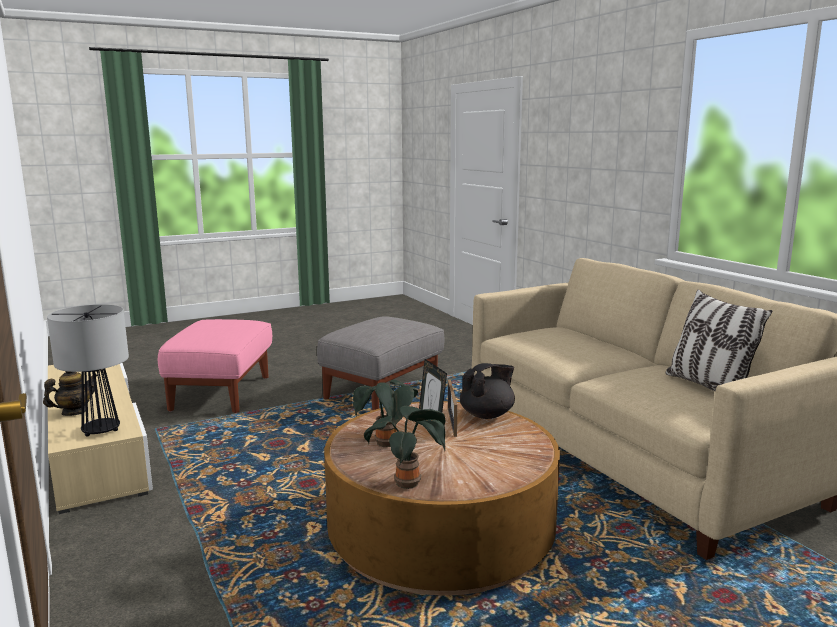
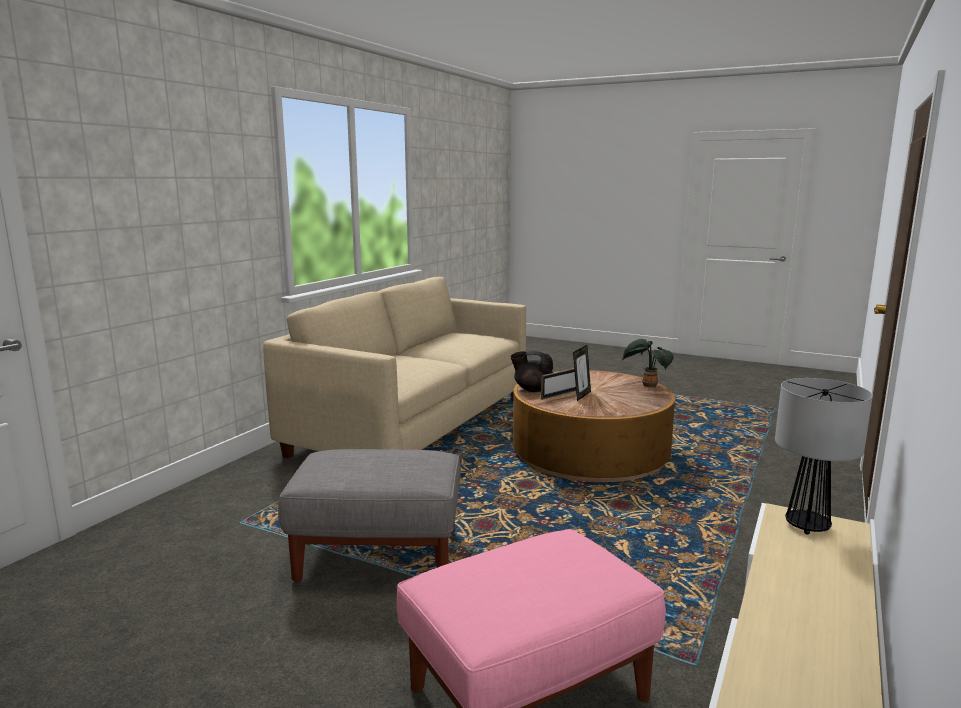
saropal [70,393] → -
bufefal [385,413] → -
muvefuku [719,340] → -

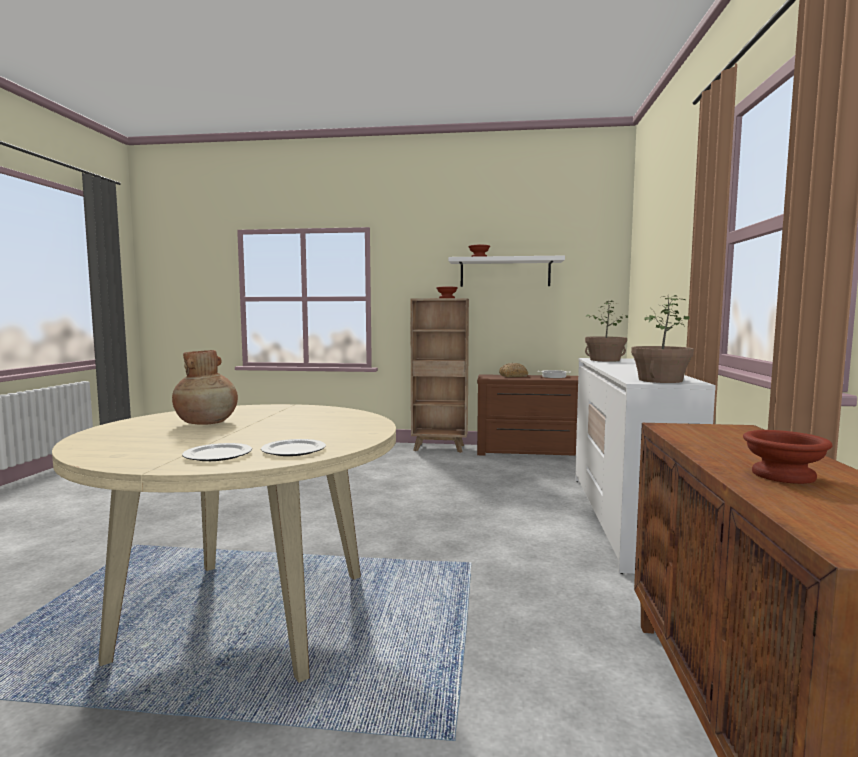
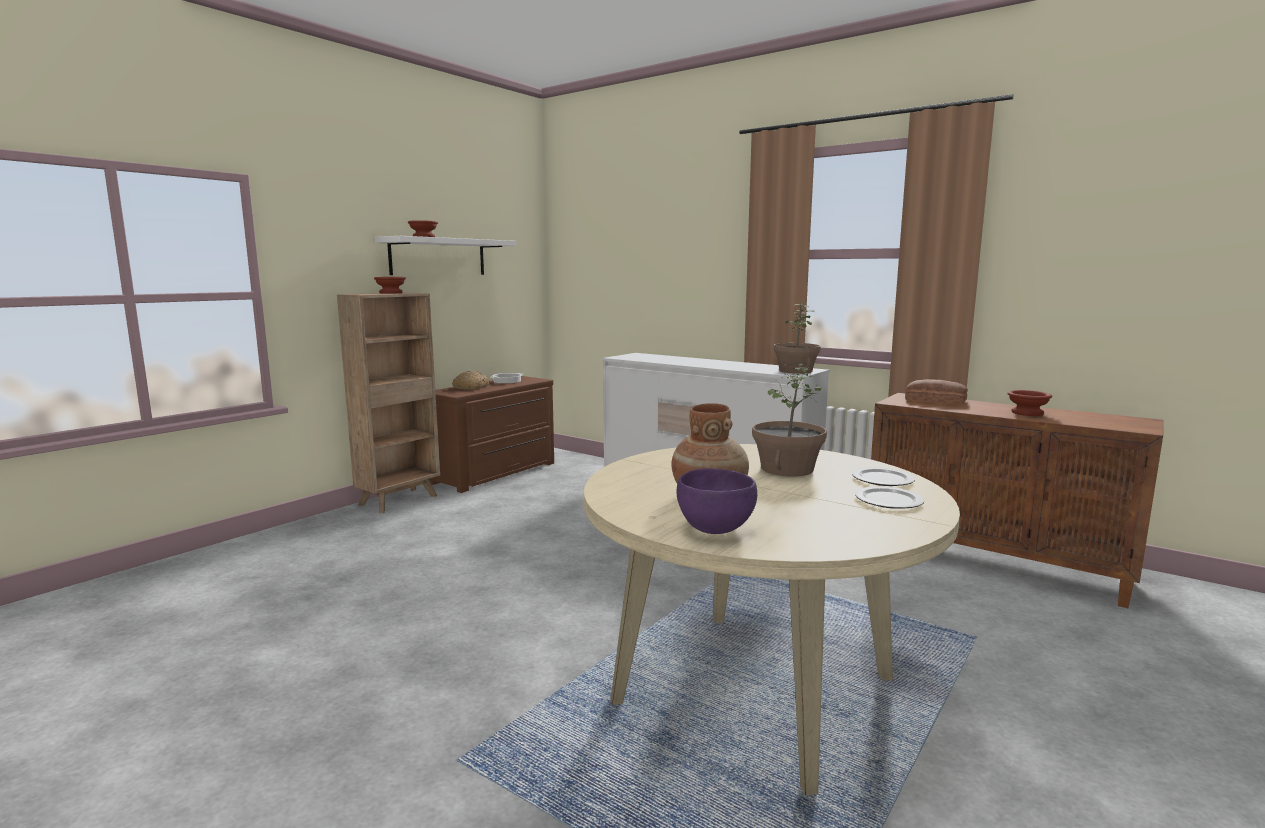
bufefal [606,331] → bufefal [789,419], moved
- → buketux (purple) [717,501]
- → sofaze [936,392]

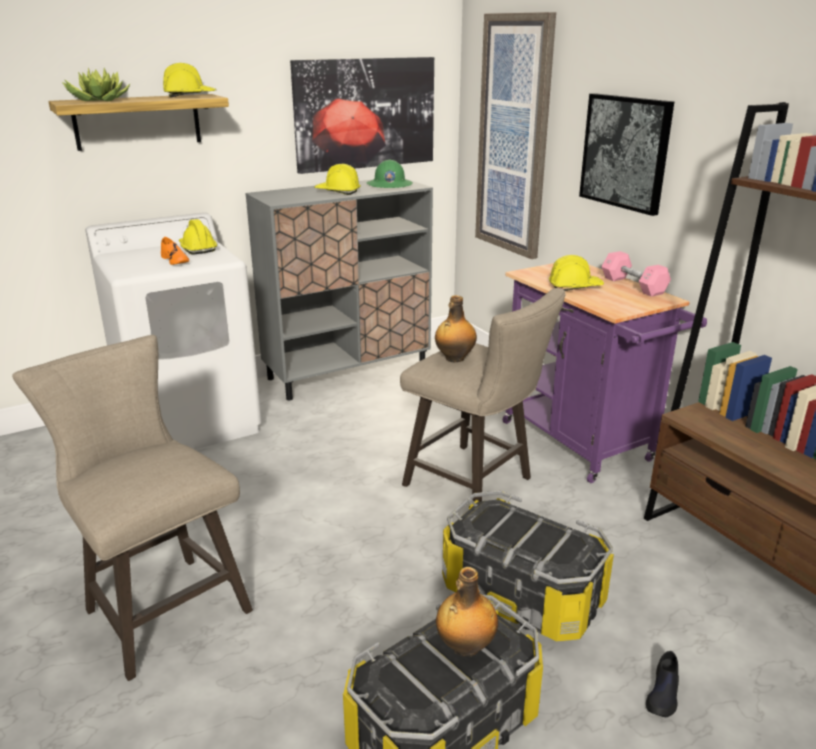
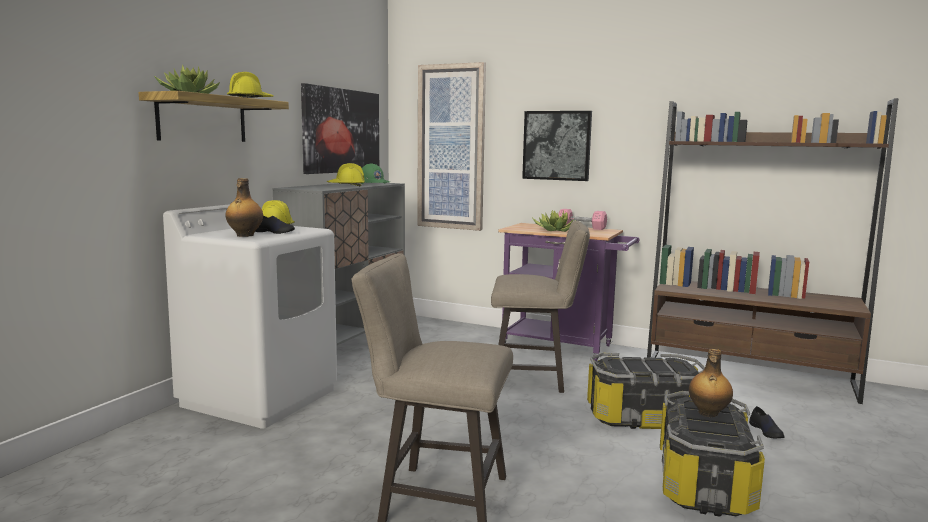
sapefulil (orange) [175,251] → sapefulil (black) [275,224]
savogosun [456,328] → savogosun [244,207], moved
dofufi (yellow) [576,273] → bufefal [554,221]

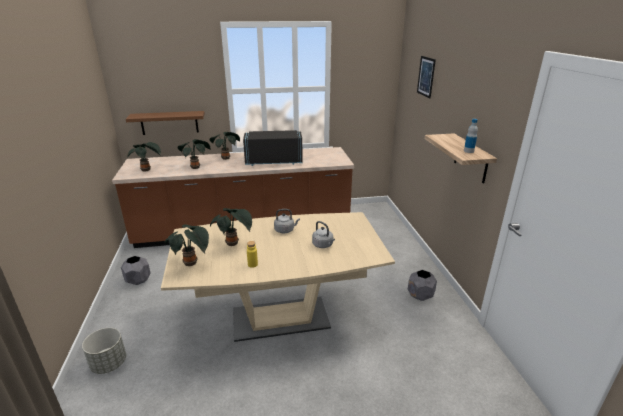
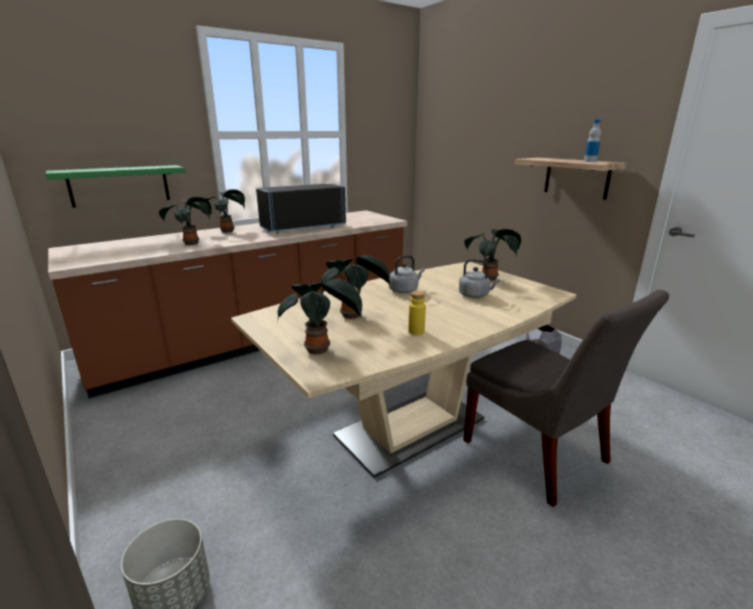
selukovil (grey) [136,270] → -
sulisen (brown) [165,123] → sulisen (green) [115,186]
bufefal [144,157] → bufefal [492,255], moved
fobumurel [426,77] → -
- → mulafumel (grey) [566,398]

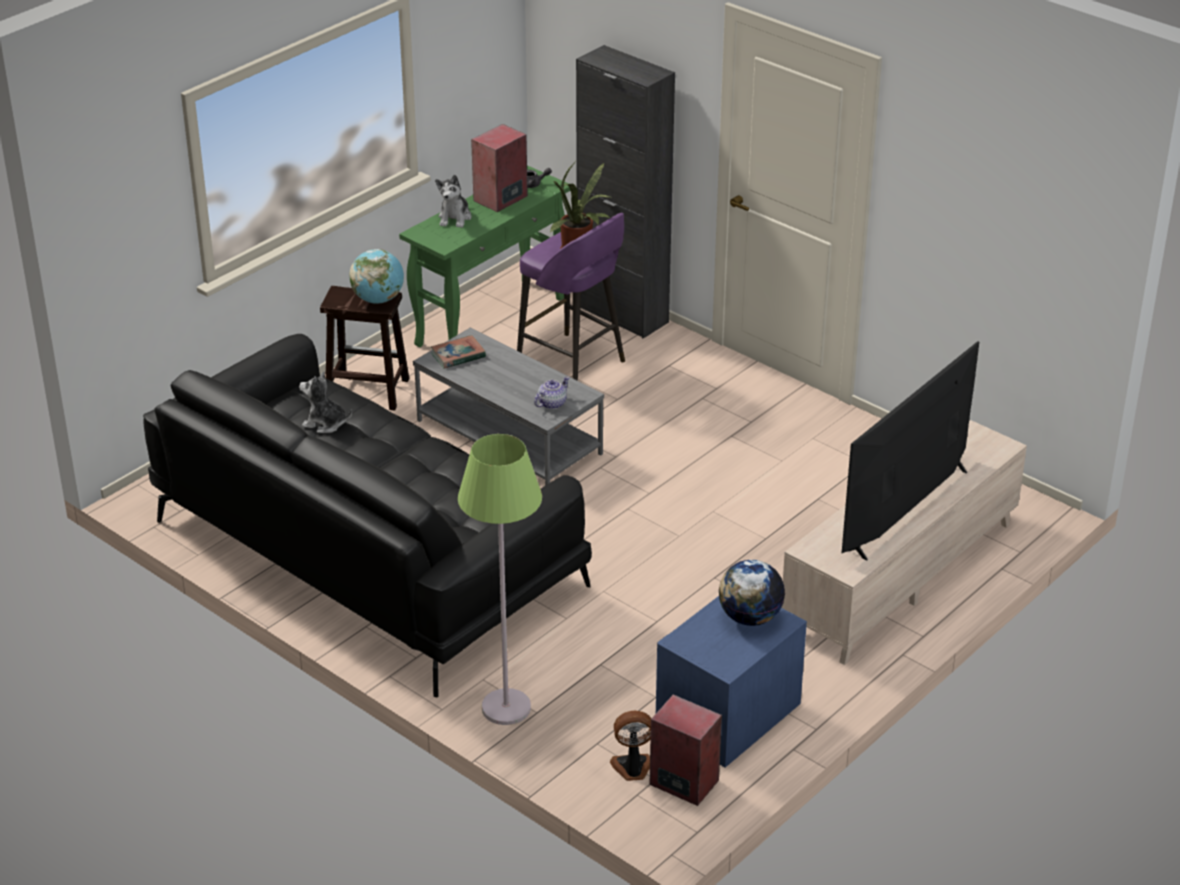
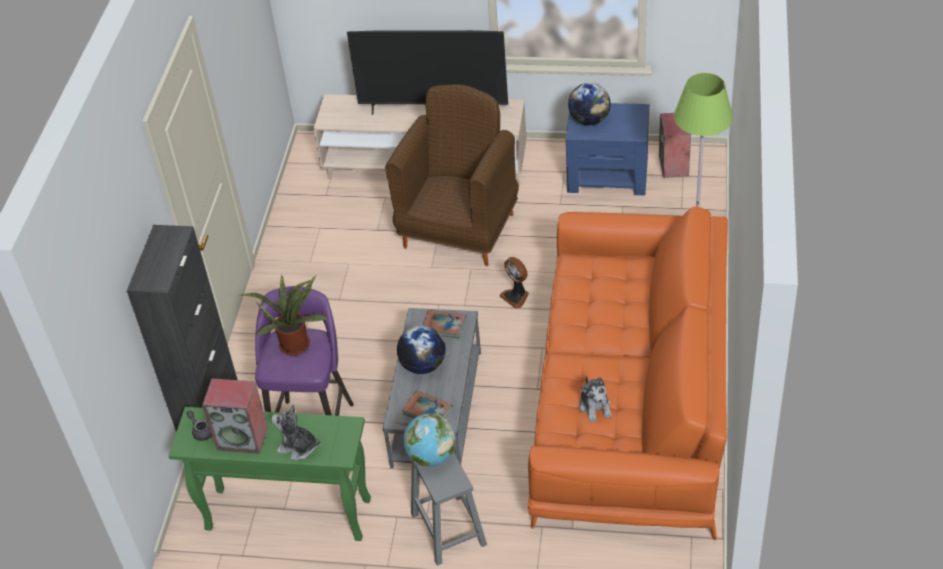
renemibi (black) [367,515] → renemibi (orange) [628,374]
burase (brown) [364,348] → burase (grey) [449,509]
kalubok [453,201] → kalubok [296,432], 135 degrees counterclockwise
saropal [552,392] → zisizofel [444,324]
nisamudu [630,746] → nisamudu [514,283], moved
- → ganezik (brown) [452,175]
- → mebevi [421,349]

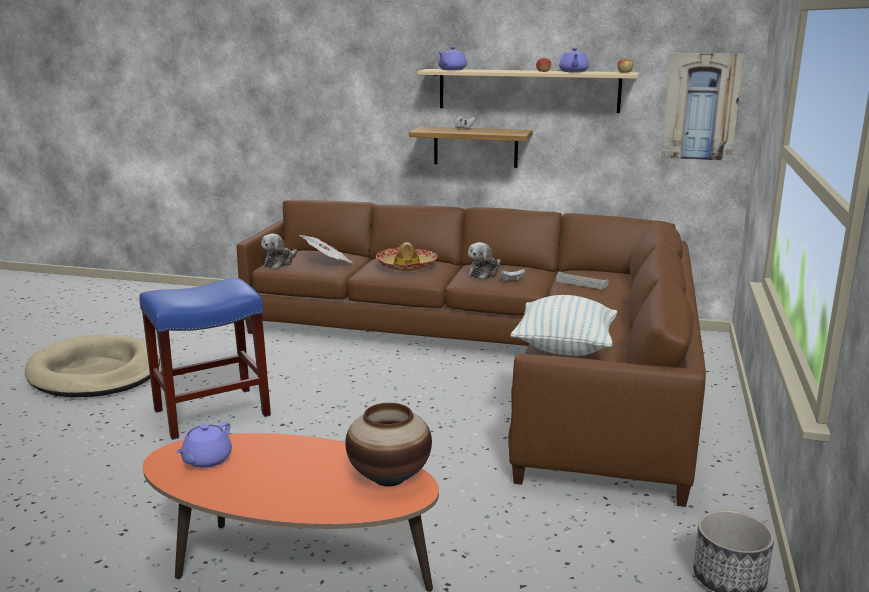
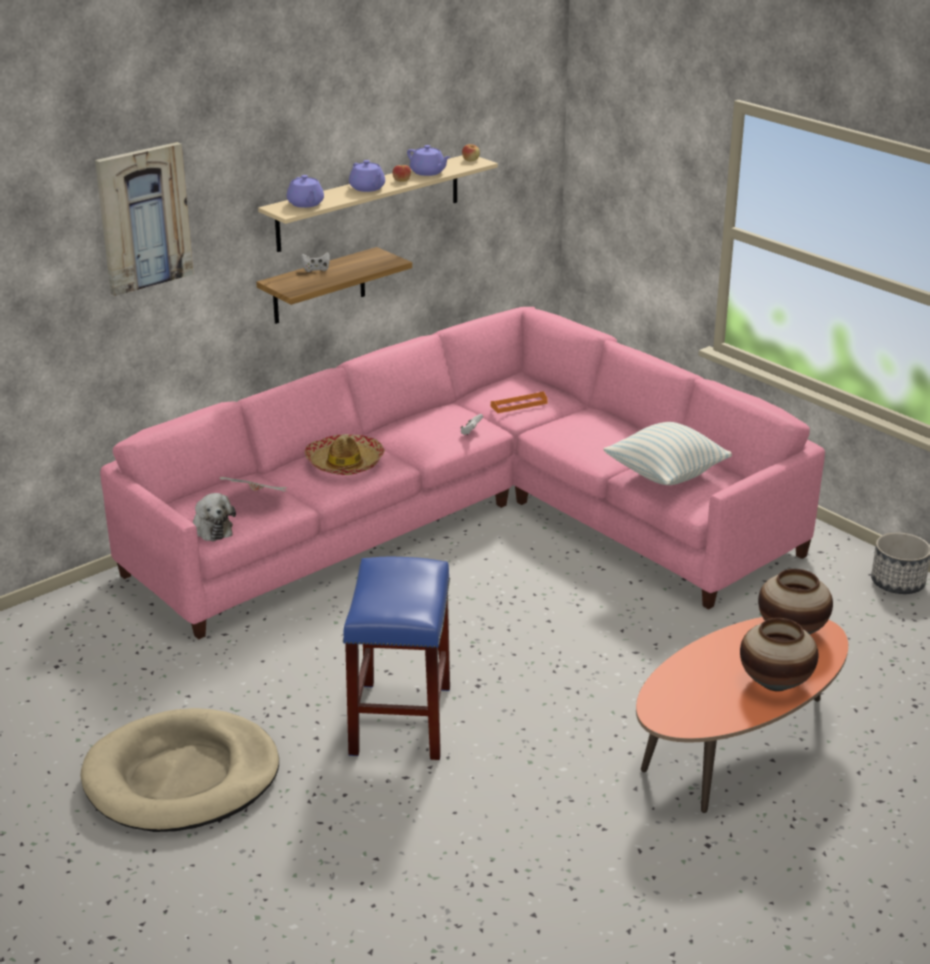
saropal (purple) [204,445] → saropal (purple) [367,176], moved
renemibi (brown) [471,353] → renemibi (pink) [462,473]
kalubok [484,260] → -
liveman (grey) [582,280] → liveman (orange) [519,402]
fobumurel [702,107] → fobumurel [144,219], moved
- → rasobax [779,655]

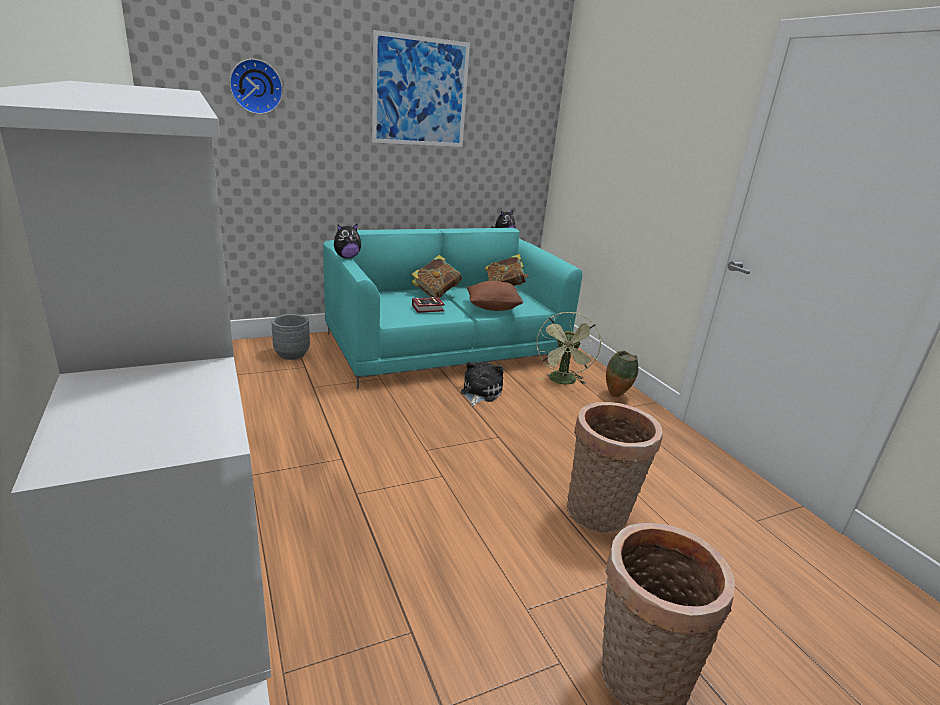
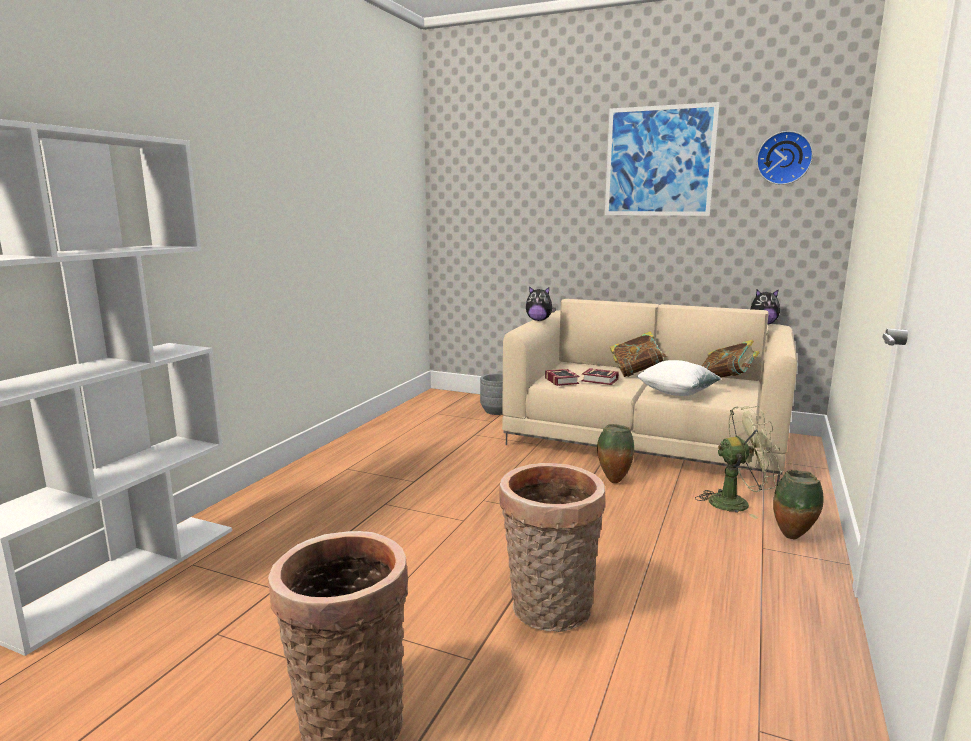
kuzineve [256,86] → kuzineve [784,158], moved
renemibi (turquoise) [452,308] → renemibi (beige) [649,393]
kalubok [482,384] → rasobax [615,453]
muvefuku (brown) [495,296] → muvefuku (white) [679,378]
nisamudu (green) [569,348] → nisamudu (green) [738,462], 150 degrees counterclockwise
- → zisizofel [562,377]

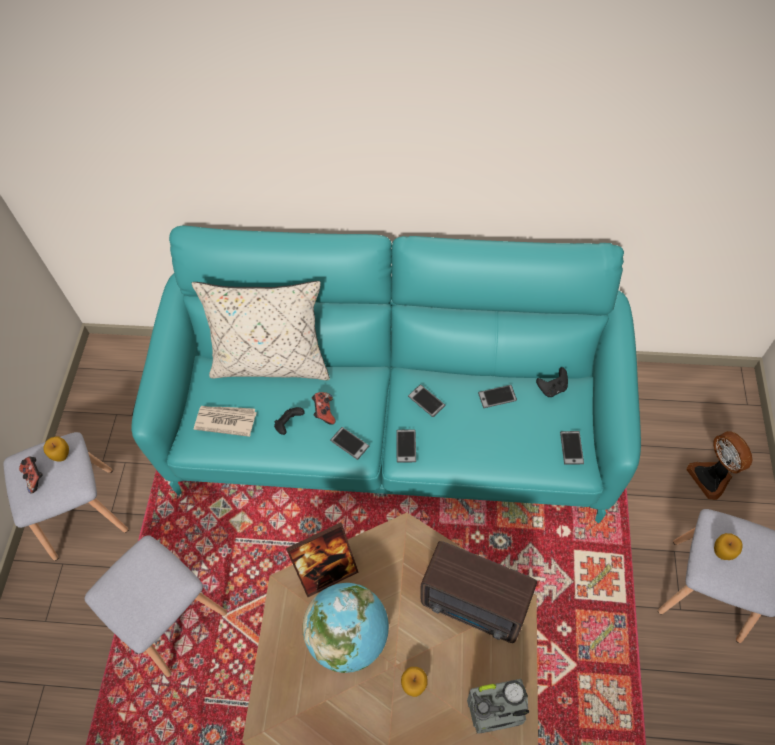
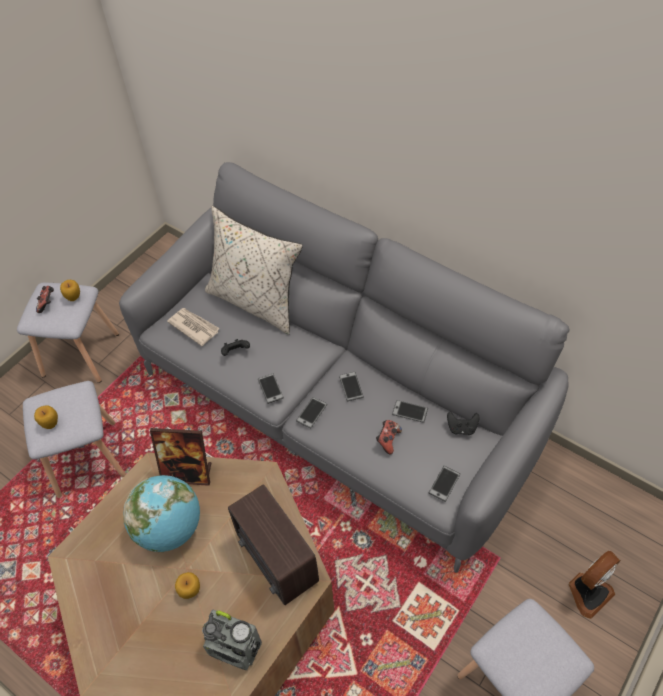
renemibi (turquoise) [386,375] → renemibi (grey) [344,367]
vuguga [324,408] → vuguga [389,437], moved
nisamudu [719,465] → nisamudu [594,585], 135 degrees counterclockwise
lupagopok [728,546] → lupagopok [46,417], moved

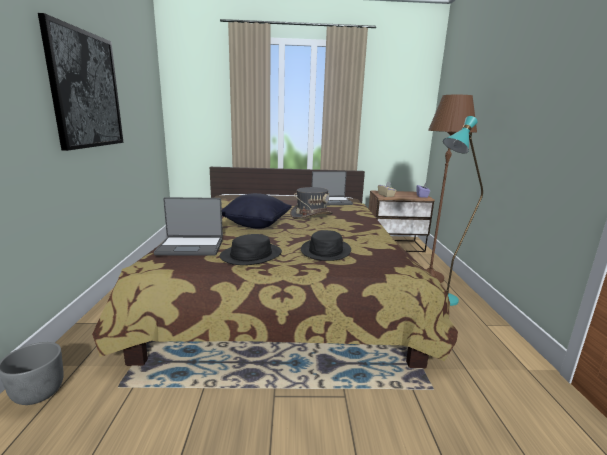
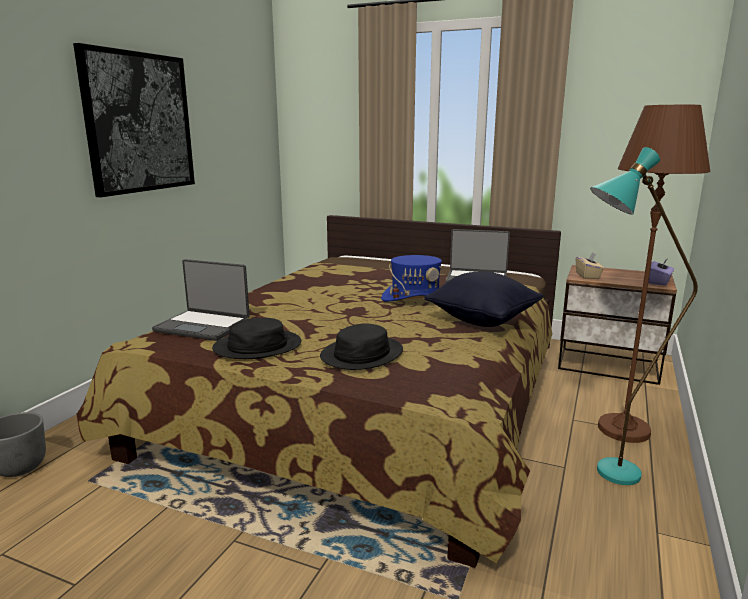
muvefuku (black) [257,211] → muvefuku (black) [483,299], moved
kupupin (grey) [311,202] → kupupin (blue) [412,278]

